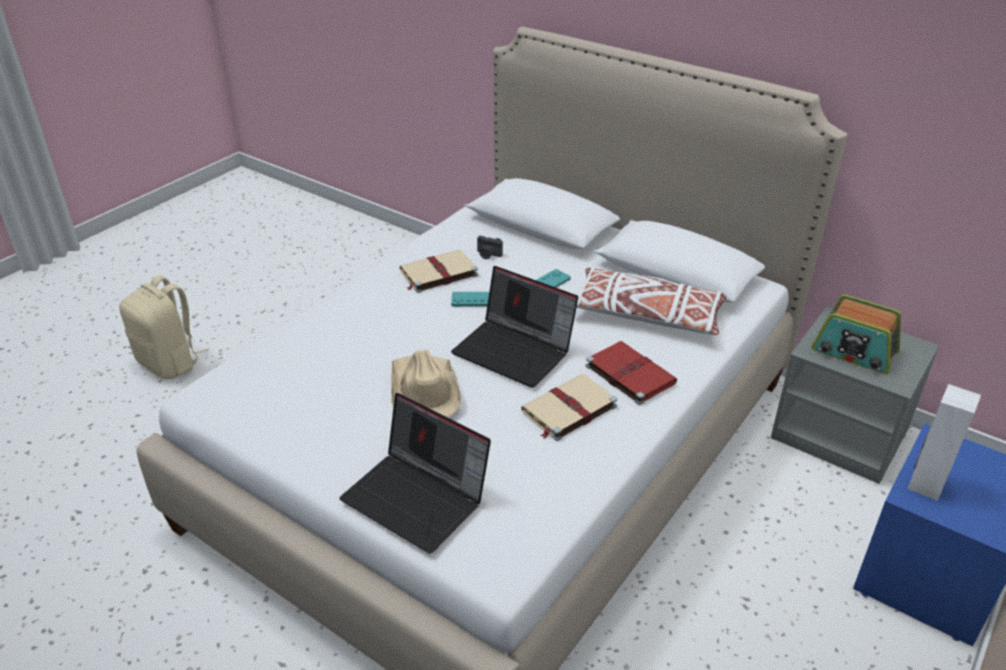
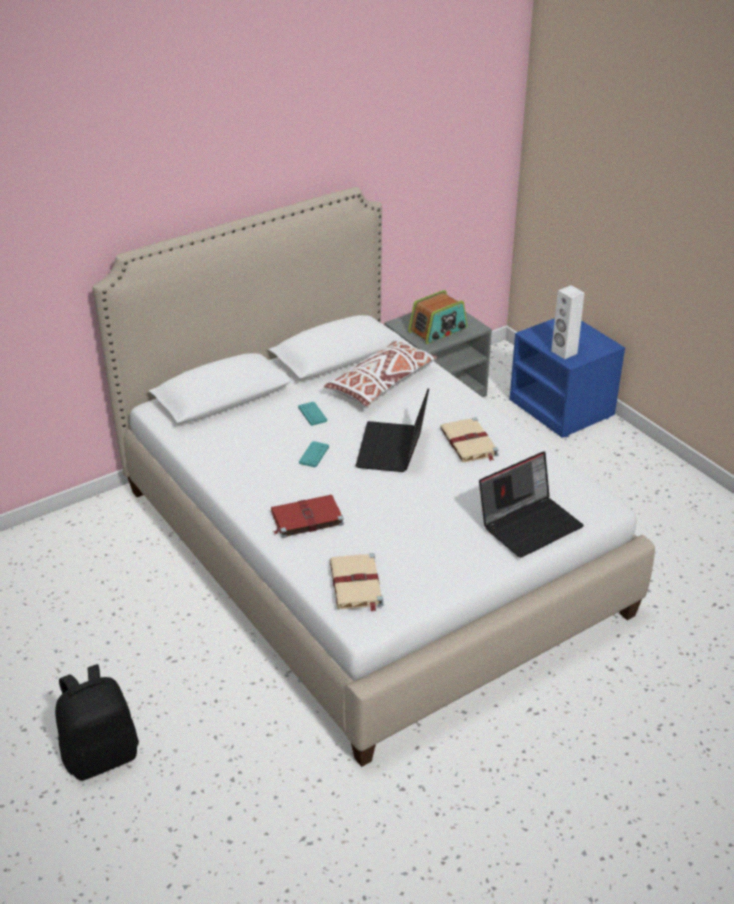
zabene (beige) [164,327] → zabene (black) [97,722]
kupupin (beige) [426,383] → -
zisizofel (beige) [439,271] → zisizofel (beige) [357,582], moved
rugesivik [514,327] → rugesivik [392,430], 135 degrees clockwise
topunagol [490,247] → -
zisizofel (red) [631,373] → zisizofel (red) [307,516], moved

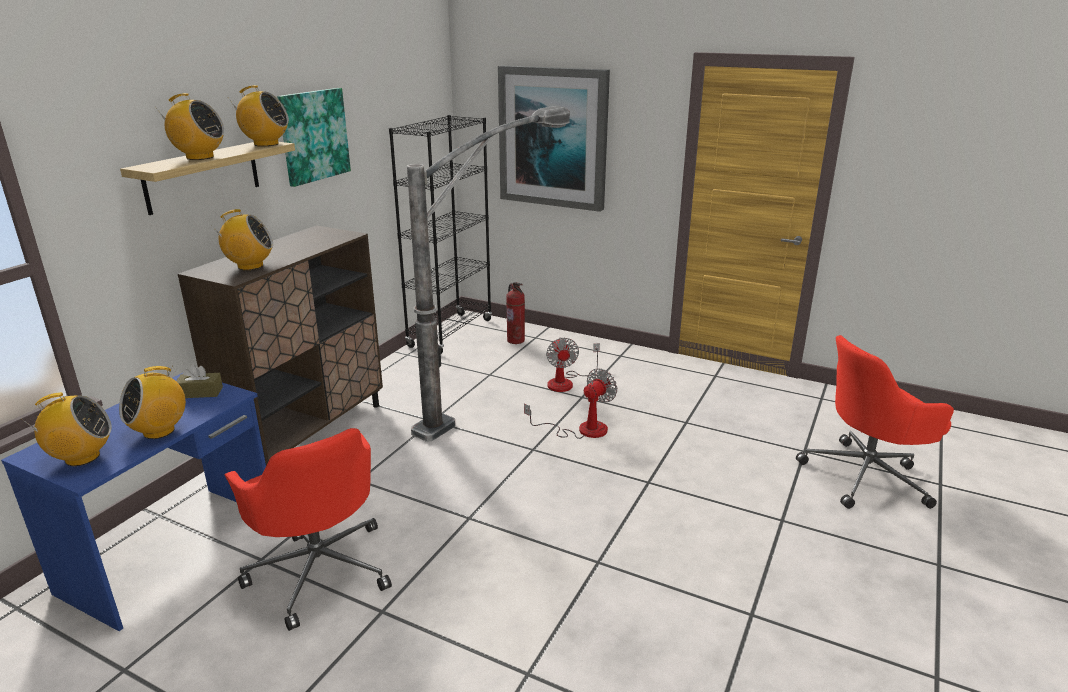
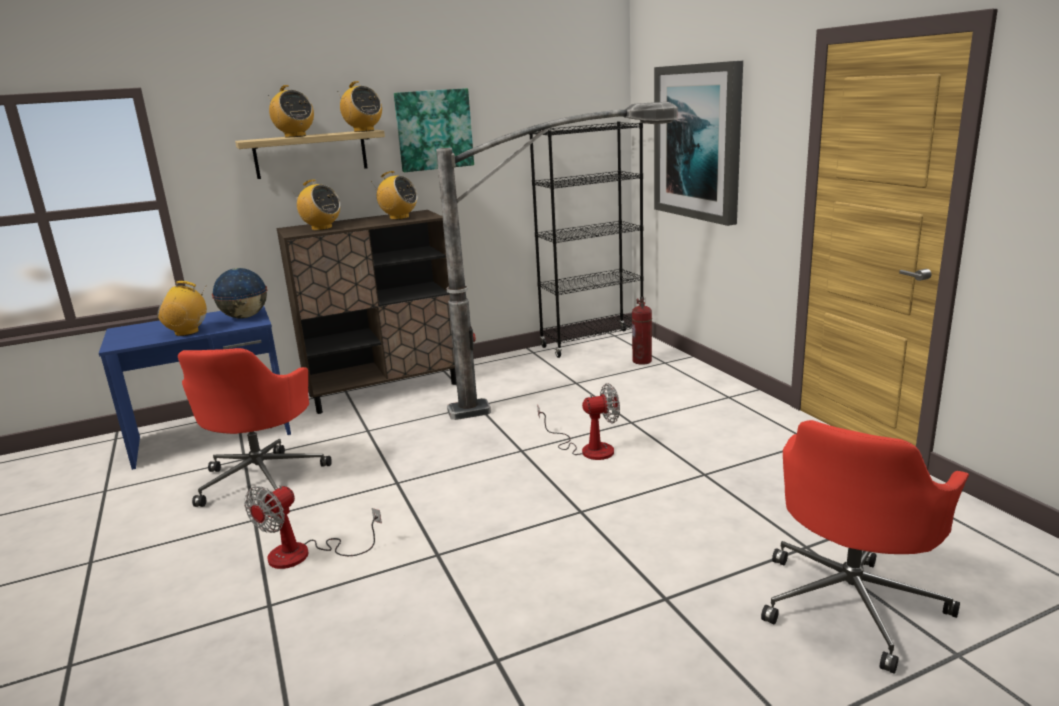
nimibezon [67,429] → nimibezon [395,195], moved
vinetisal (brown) [199,381] → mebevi [239,293]
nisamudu [573,365] → nisamudu [313,527], moved
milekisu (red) [875,422] → milekisu (red) [865,547], 75 degrees counterclockwise

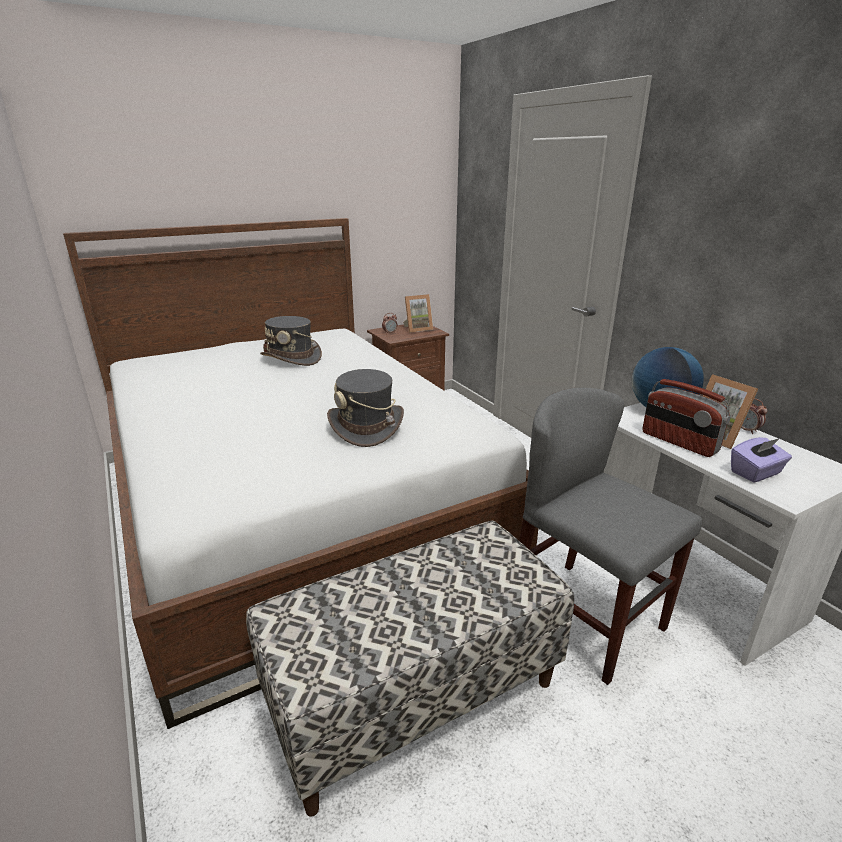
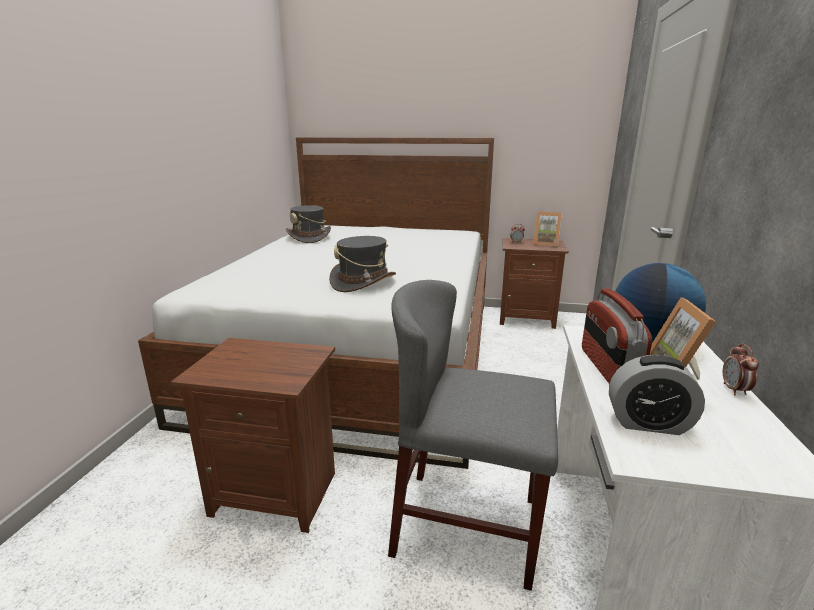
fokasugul [410,669] → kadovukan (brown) [253,435]
kupupin (grey) [291,341] → kupupin (grey) [308,224], moved
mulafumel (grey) [610,536] → mulafumel (grey) [473,435], 75 degrees counterclockwise
vinetisal (purple) [761,459] → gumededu [657,395]

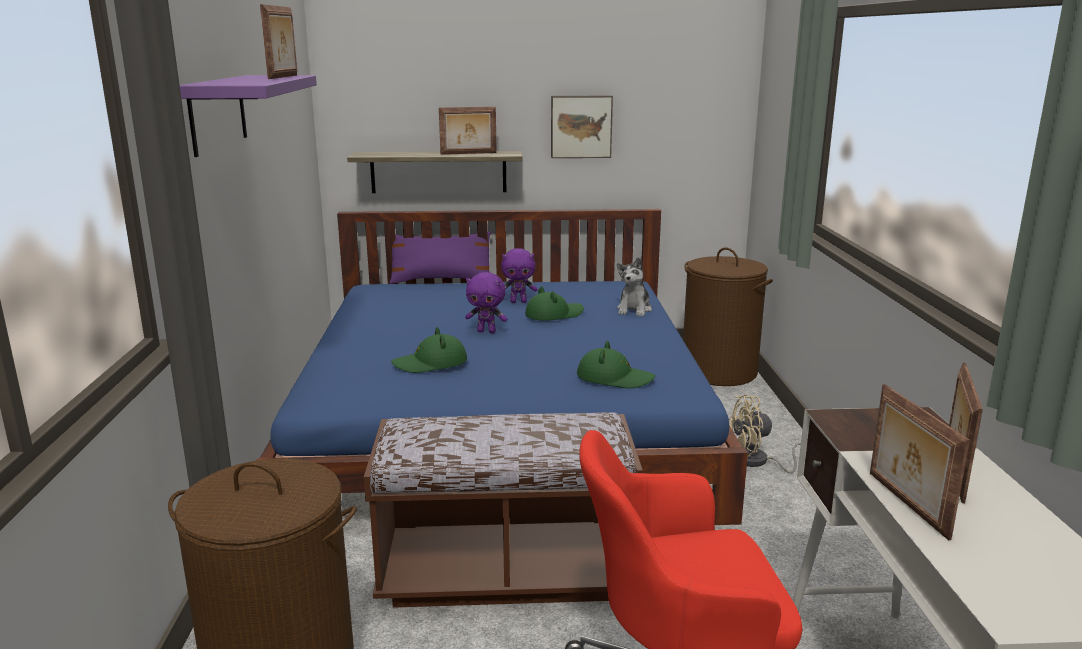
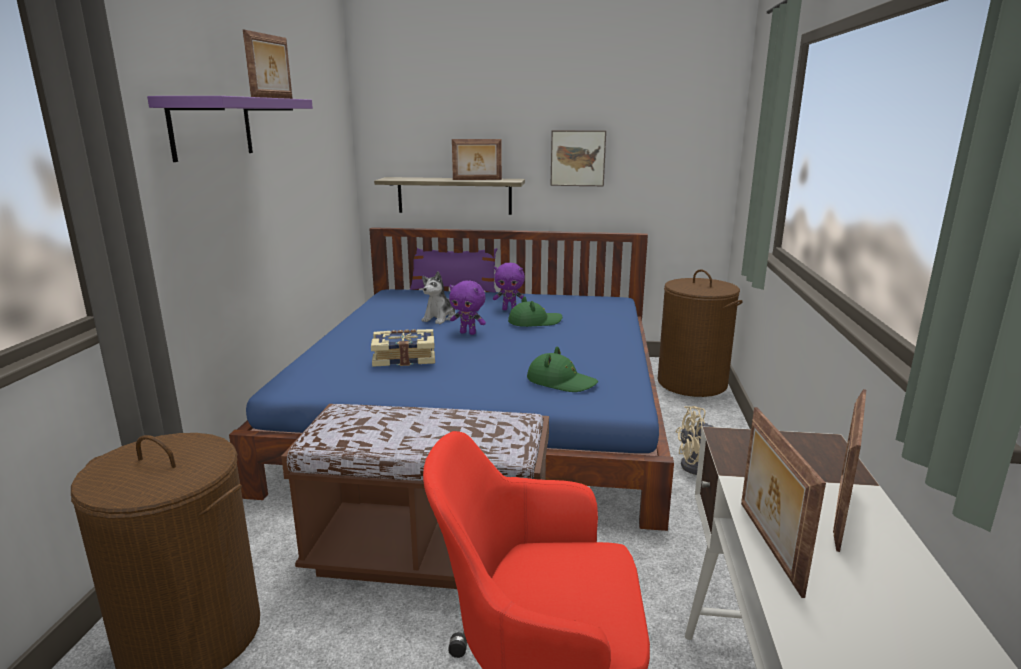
kupupin (green) [429,350] → zisizofel [403,348]
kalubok [634,287] → kalubok [439,297], moved

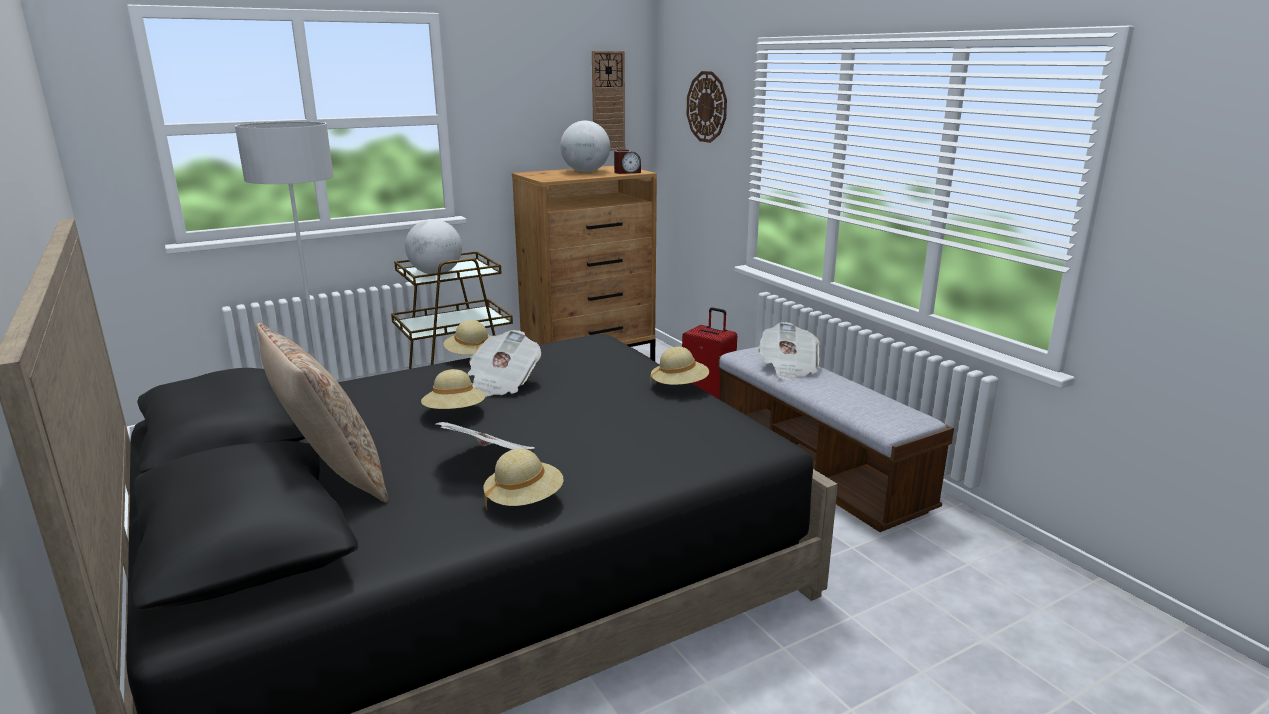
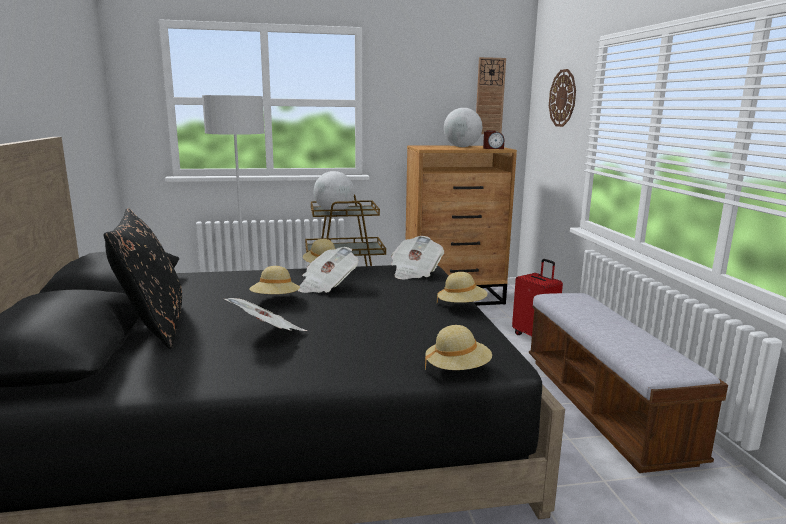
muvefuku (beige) [322,412] → muvefuku (black) [143,278]
kupupin (beige) [523,479] → kupupin (beige) [458,347], moved
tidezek [789,351] → tidezek [417,257], moved

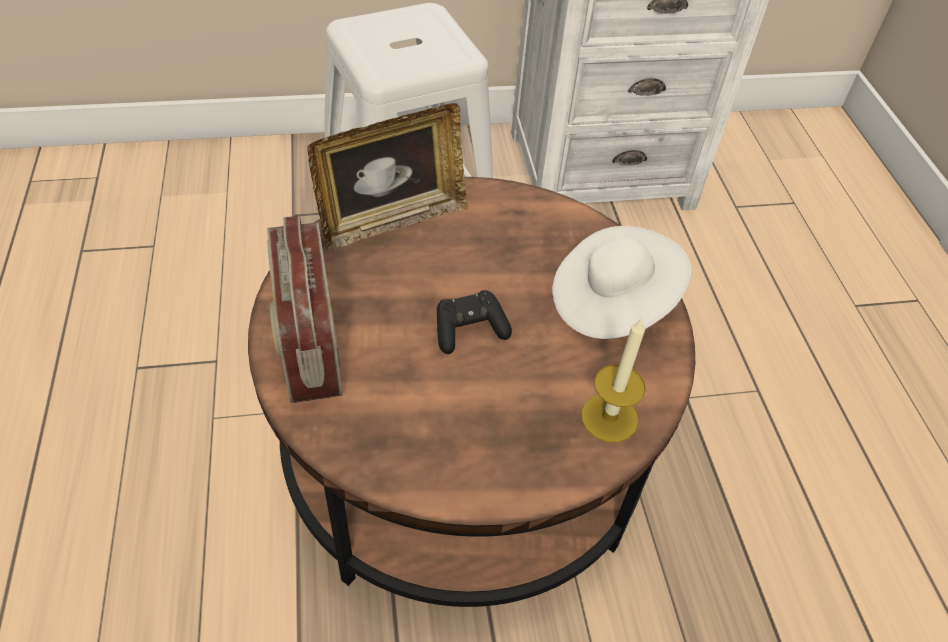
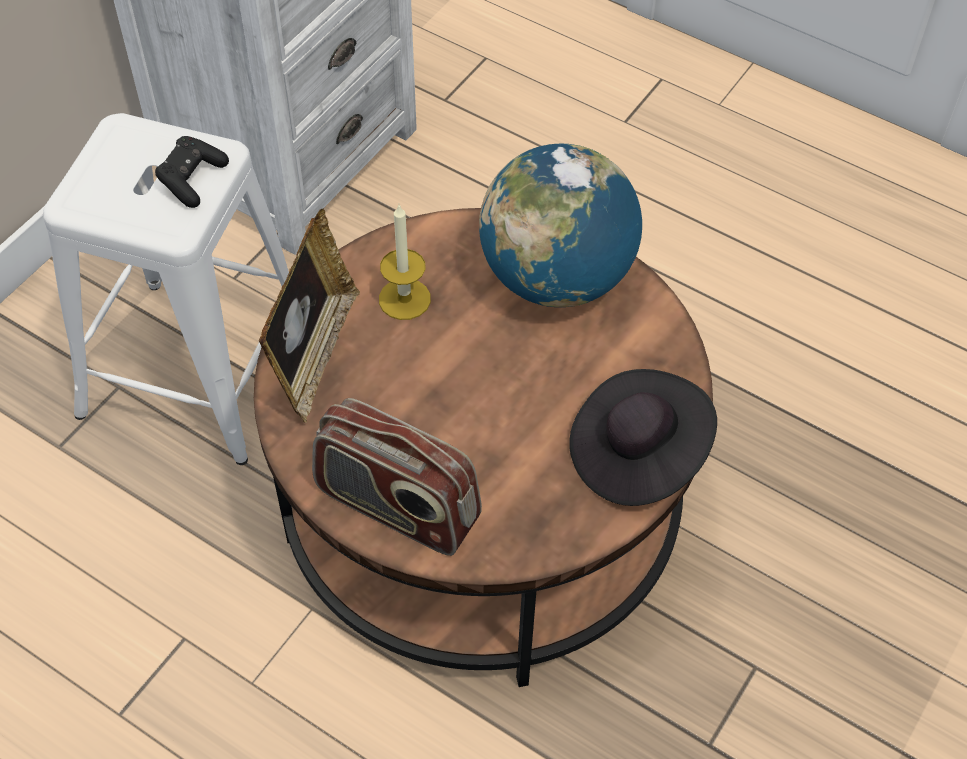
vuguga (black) [474,322] → vuguga (black) [192,172], moved
kupupin (white) [622,282] → mebevi [560,225]
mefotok [613,379] → mefotok [405,262], moved
- → kupupin (black) [643,437]

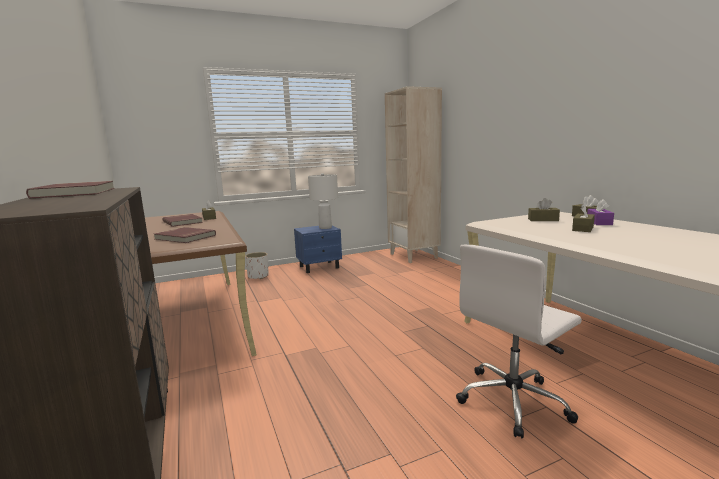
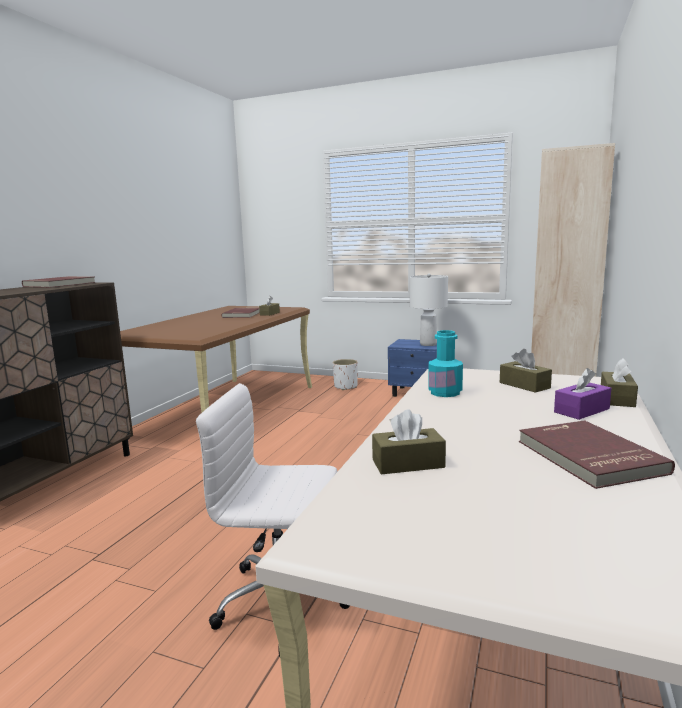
zisizofel (red) [185,235] → zisizofel (red) [597,454], moved
vinetisal (brown) [583,218] → vinetisal (brown) [409,441], moved
- → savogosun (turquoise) [445,363]

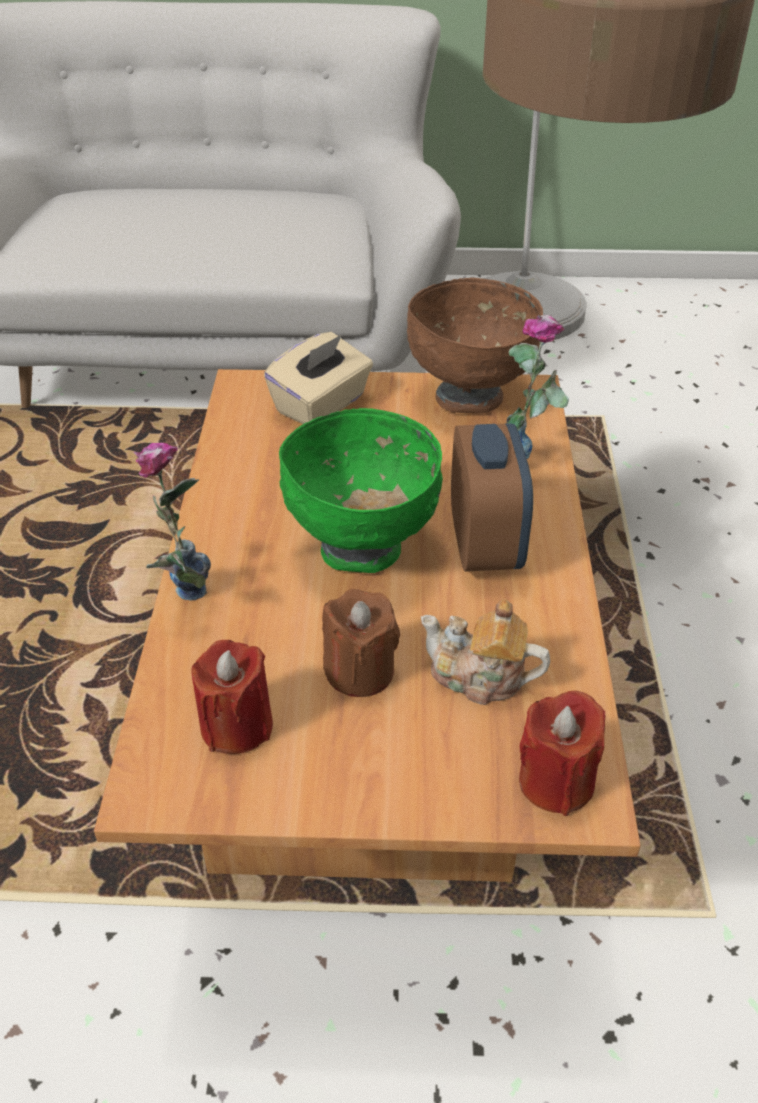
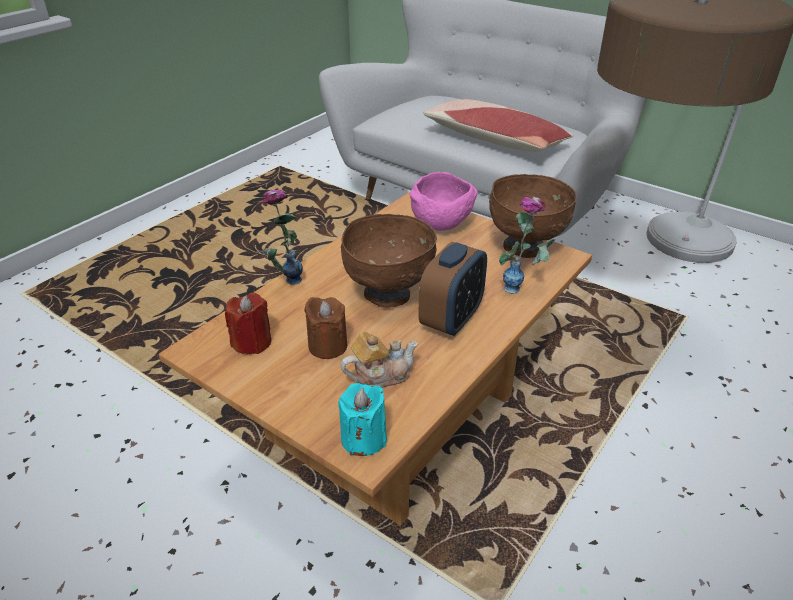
vinetisal (beige) [318,378] → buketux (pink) [444,201]
buketux (green) [361,490] → buketux (brown) [389,261]
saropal [485,652] → saropal [379,360], 105 degrees clockwise
mefotok (red) [562,753] → mefotok (turquoise) [362,419]
- → muvefuku [498,125]

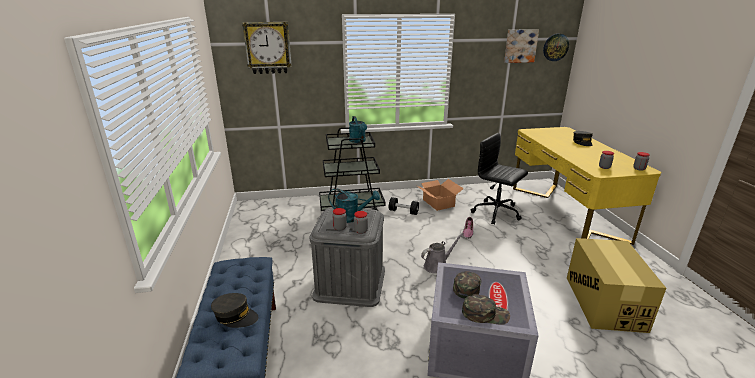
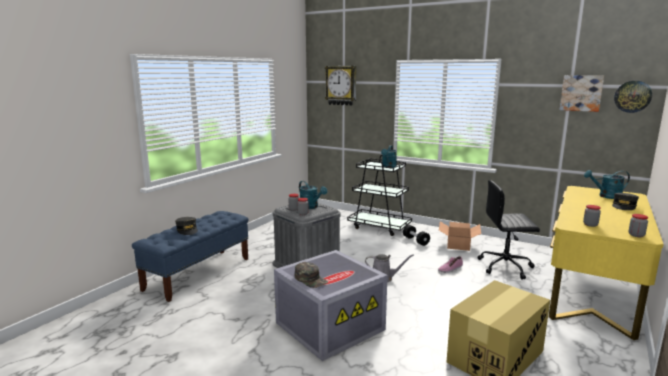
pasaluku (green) [467,285] → -
milekisu (black) [499,179] → milekisu (black) [509,230], 75 degrees counterclockwise
- → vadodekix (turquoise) [607,184]

